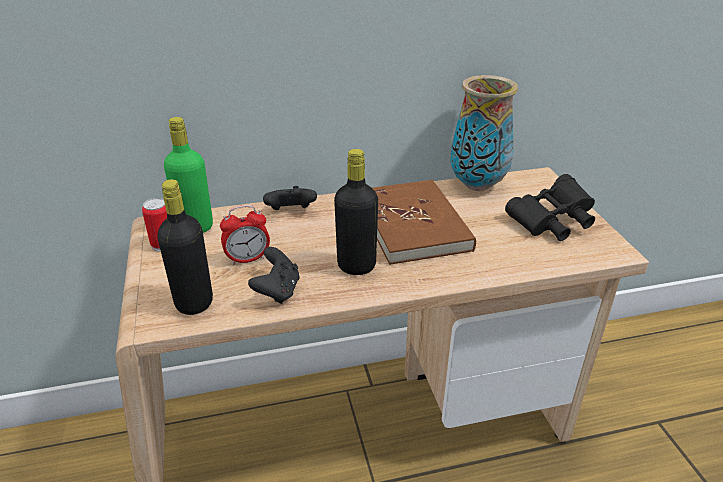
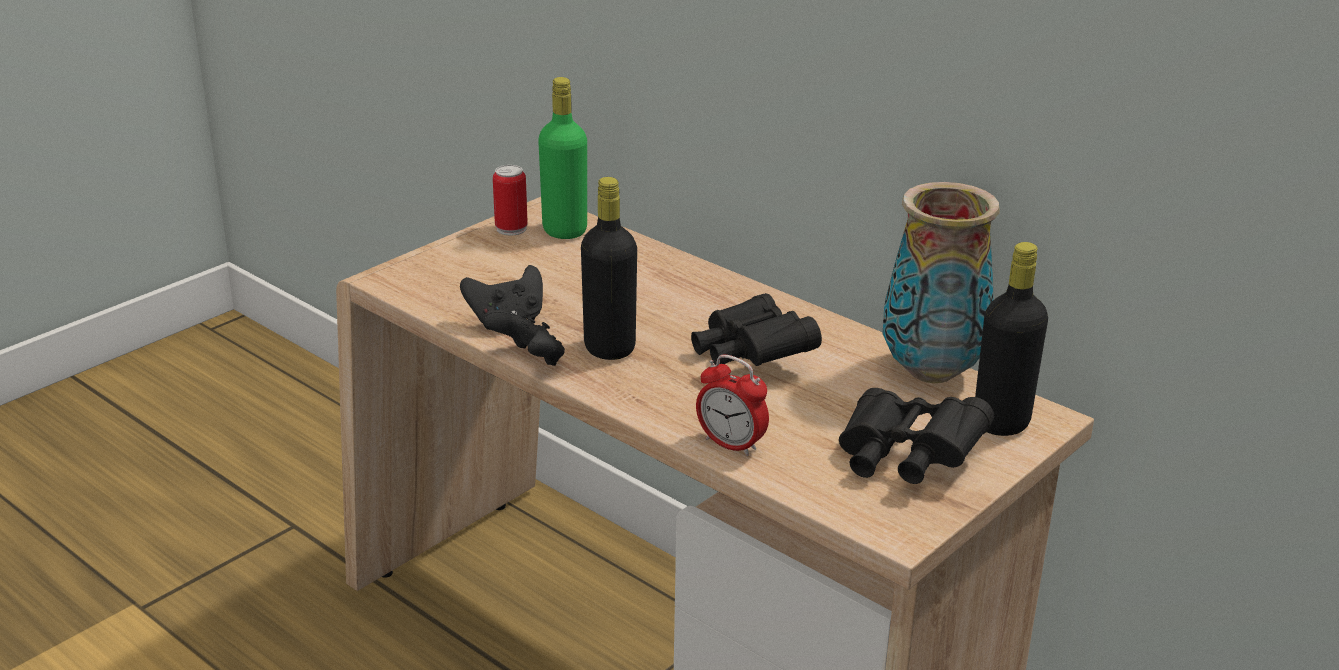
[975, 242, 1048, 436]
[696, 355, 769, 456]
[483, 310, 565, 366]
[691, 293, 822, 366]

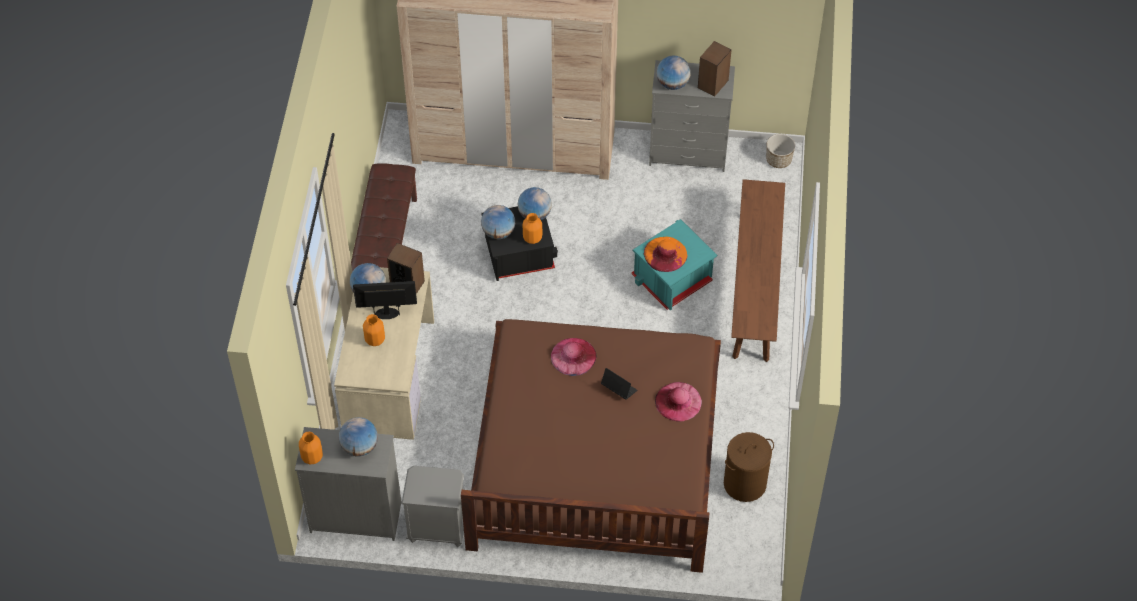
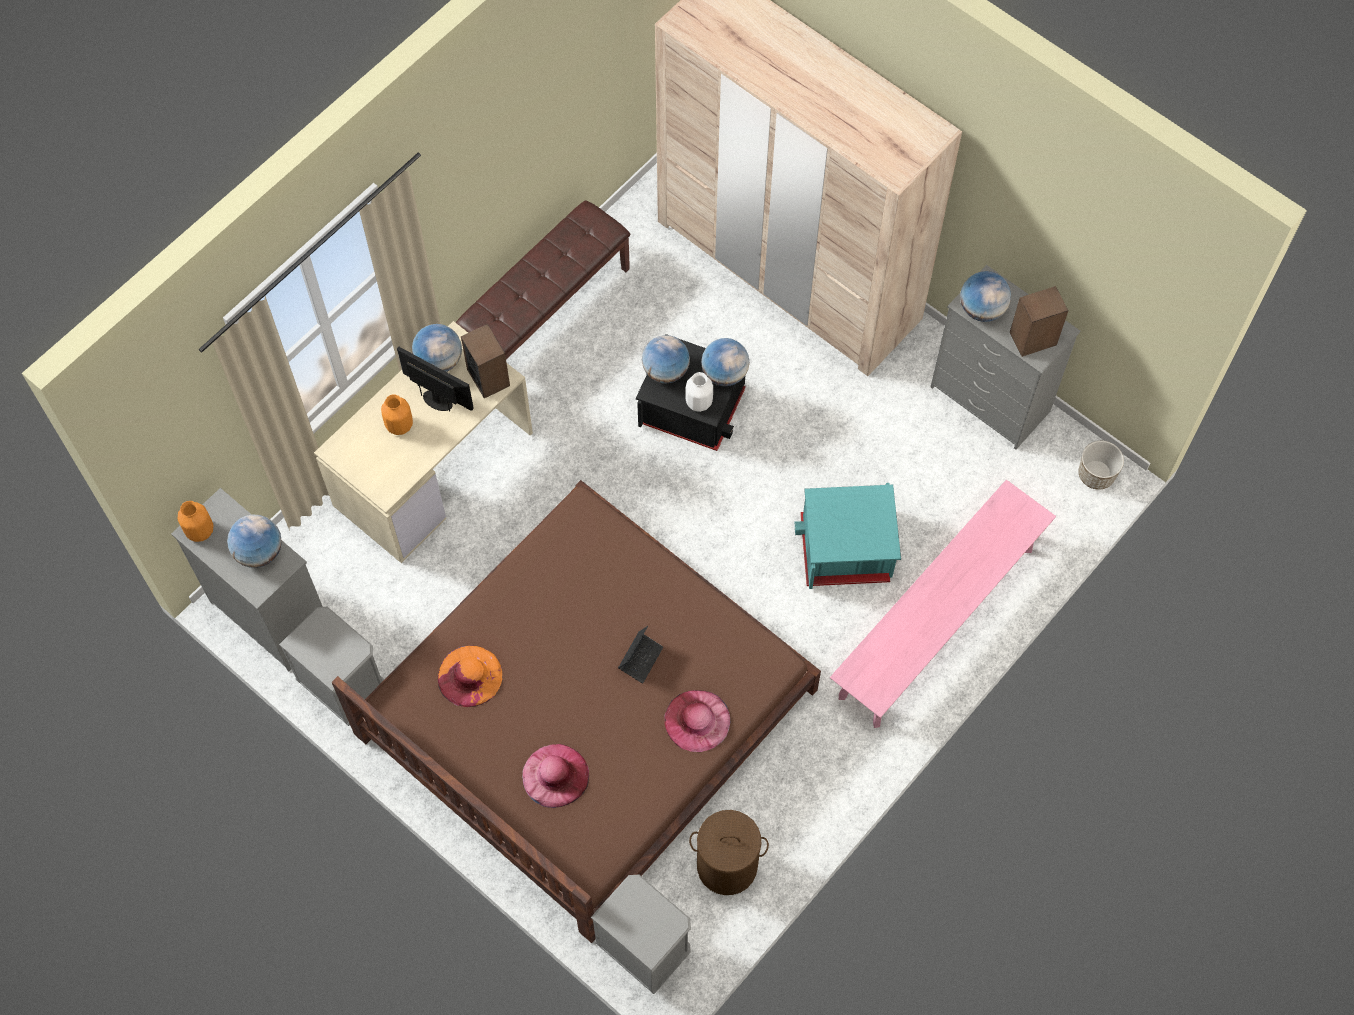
[591, 874, 691, 994]
[522, 744, 589, 808]
[438, 646, 502, 707]
[685, 372, 713, 412]
[830, 480, 1056, 728]
[618, 626, 663, 683]

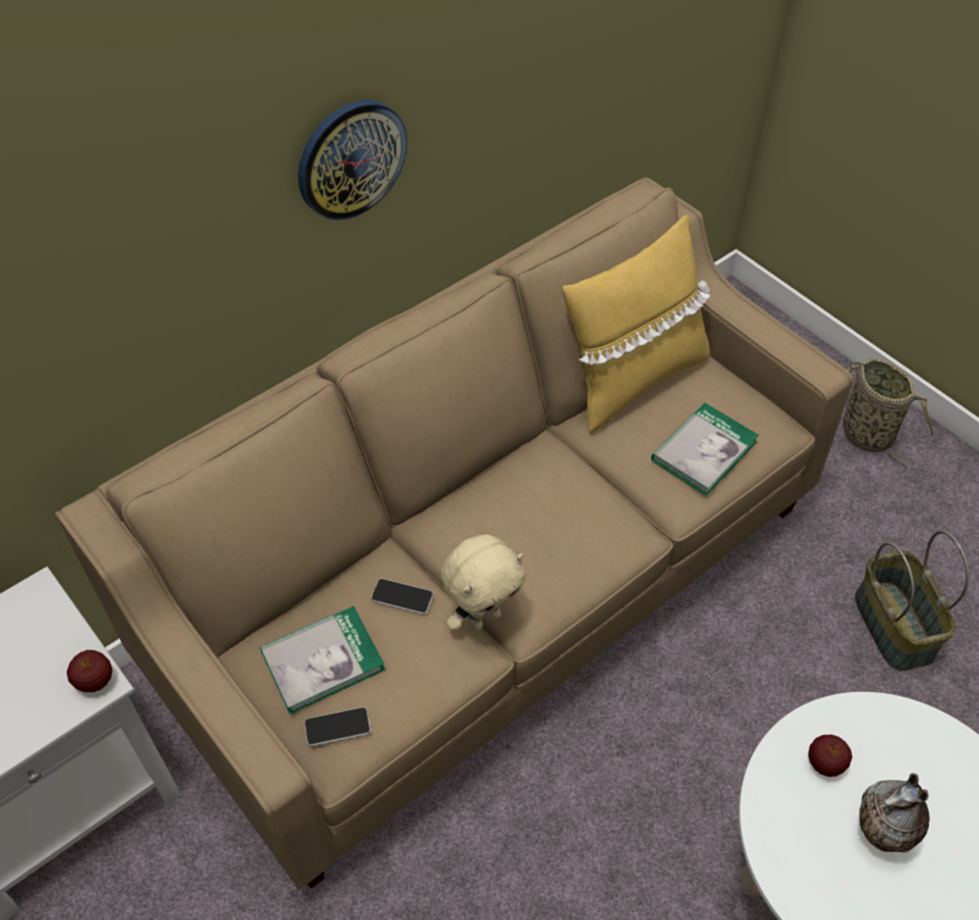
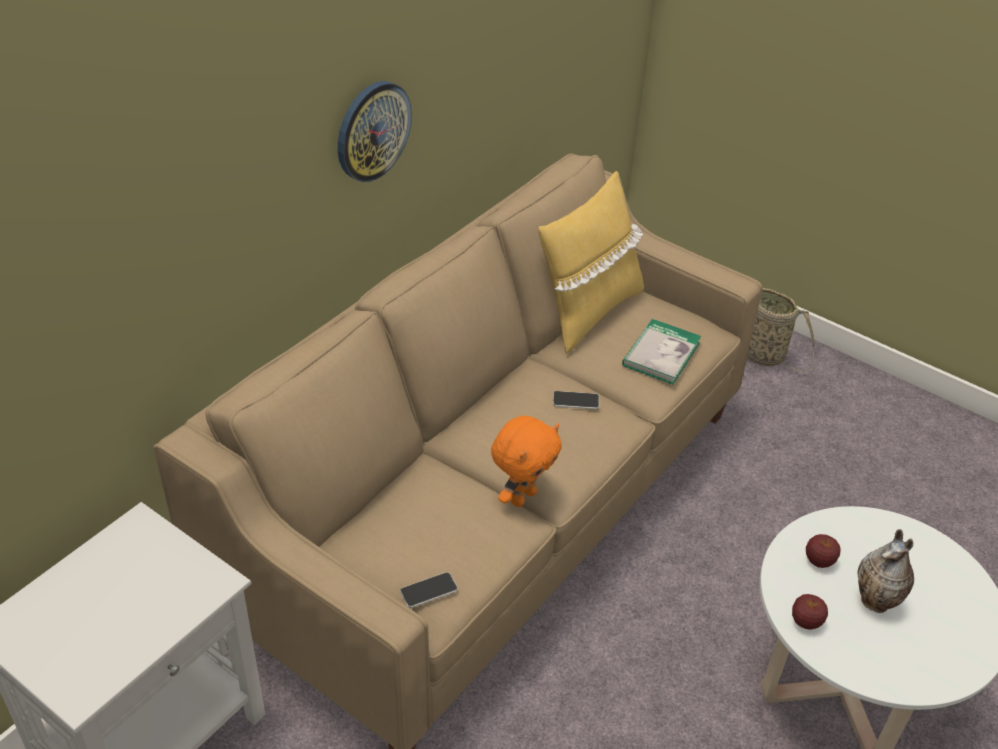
[260, 606, 385, 714] (first image)
[855, 530, 969, 671] (first image)
[792, 594, 828, 630]
[553, 391, 599, 409]
[491, 416, 562, 507]

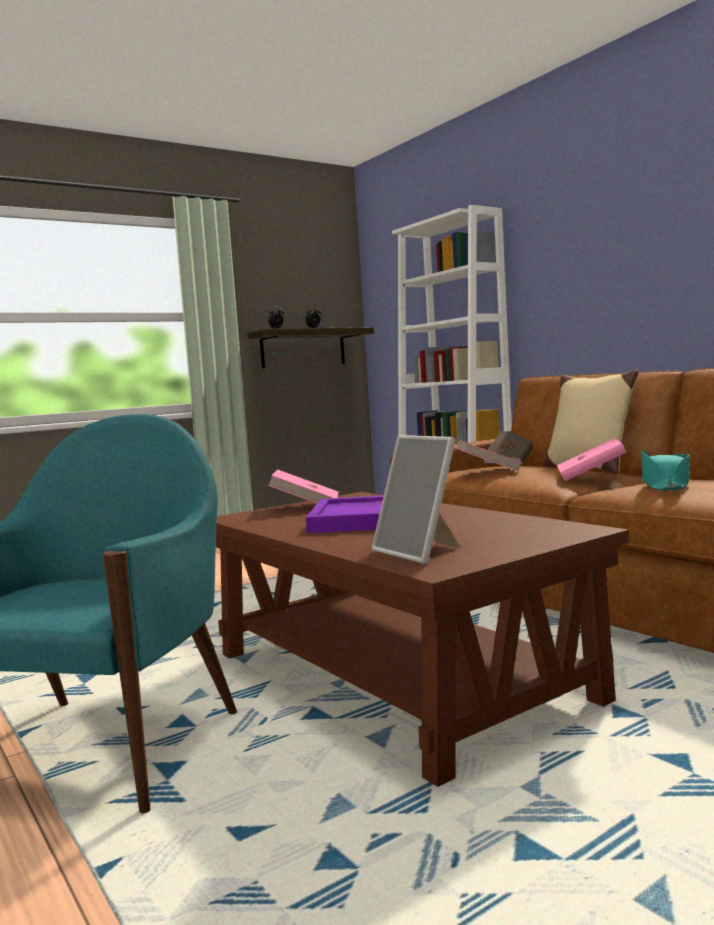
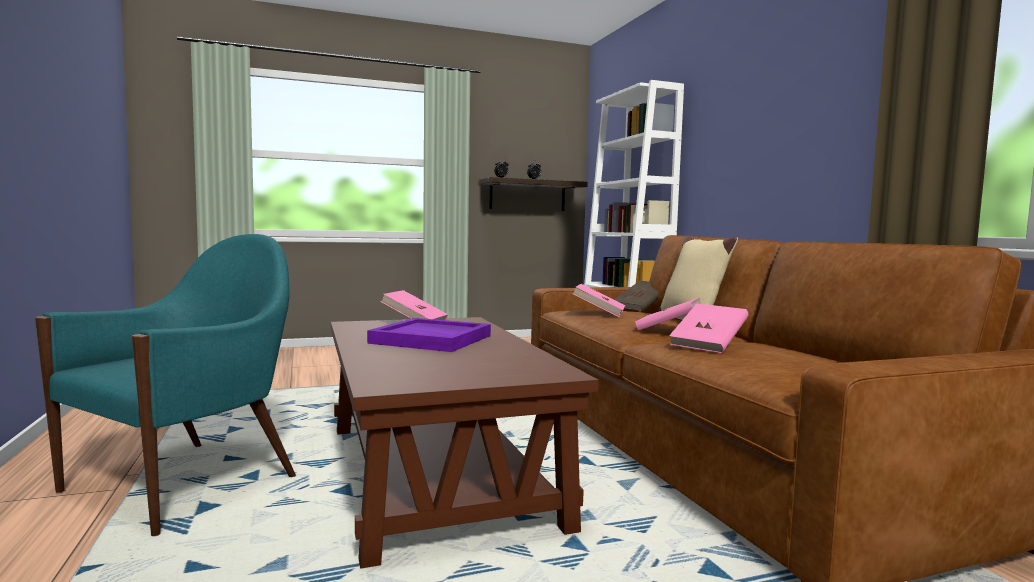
[372, 435, 461, 564] (first image)
[669, 303, 748, 353]

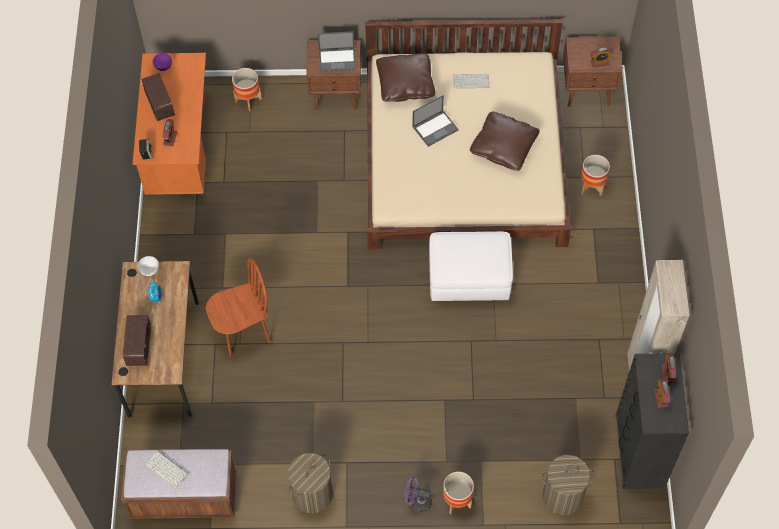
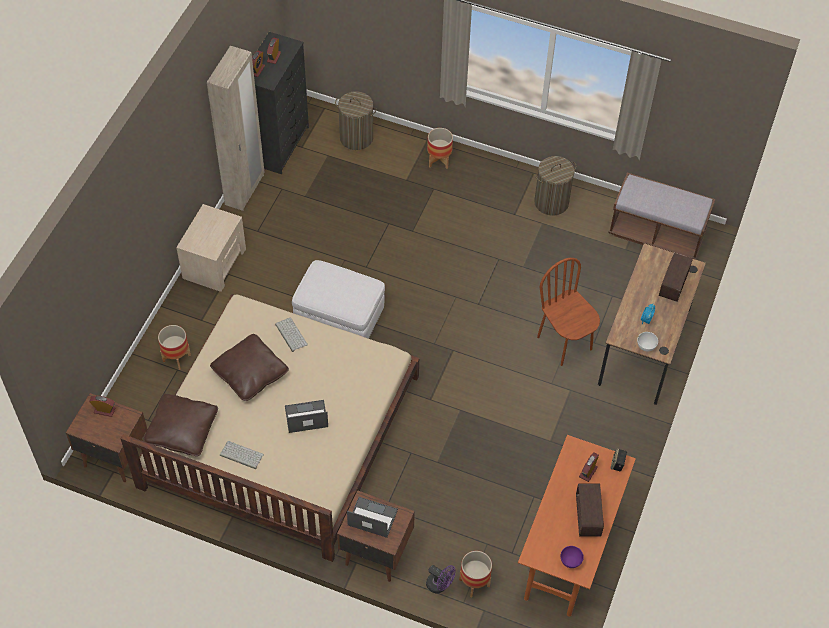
[176, 204, 246, 292]
[275, 318, 308, 352]
[144, 394, 218, 456]
[426, 565, 456, 594]
[537, 258, 600, 366]

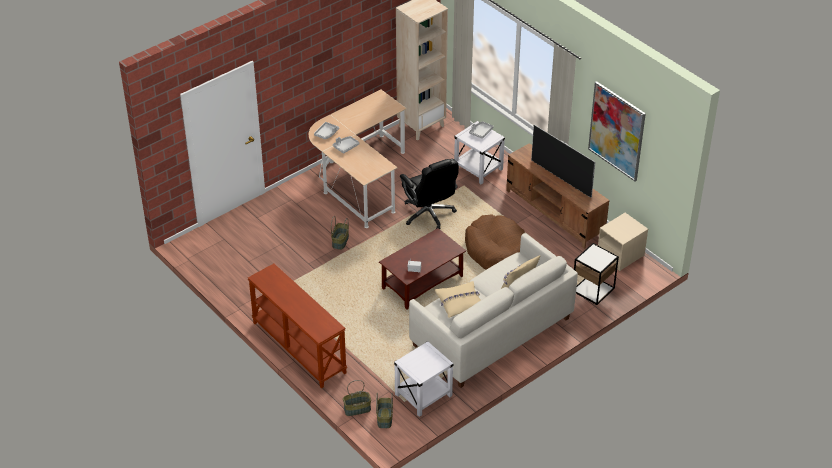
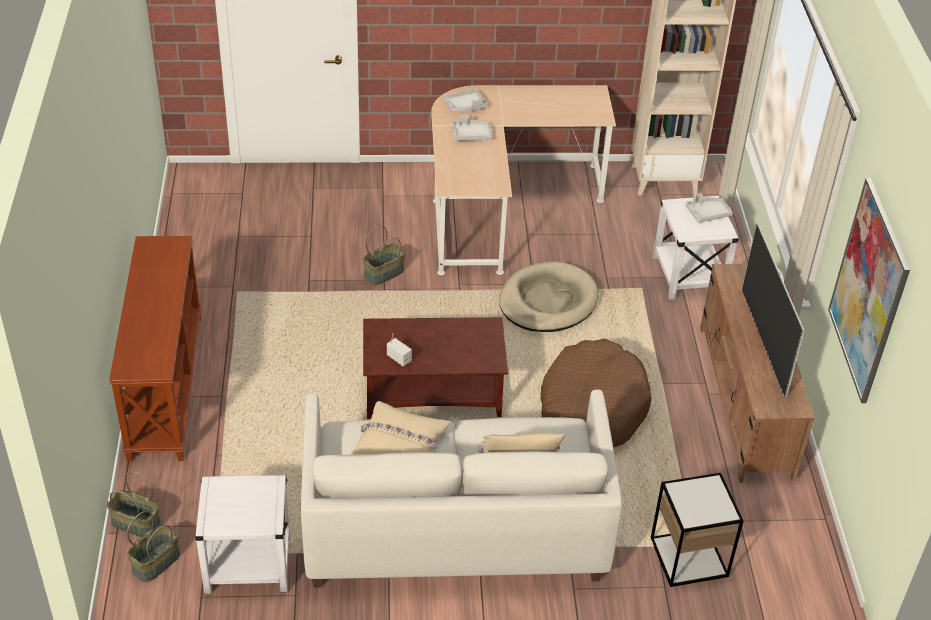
[598, 213, 648, 271] (first image)
[499, 262, 598, 332]

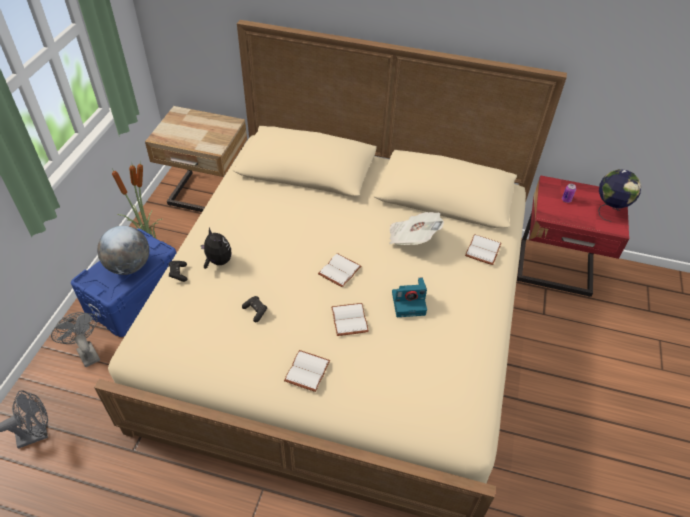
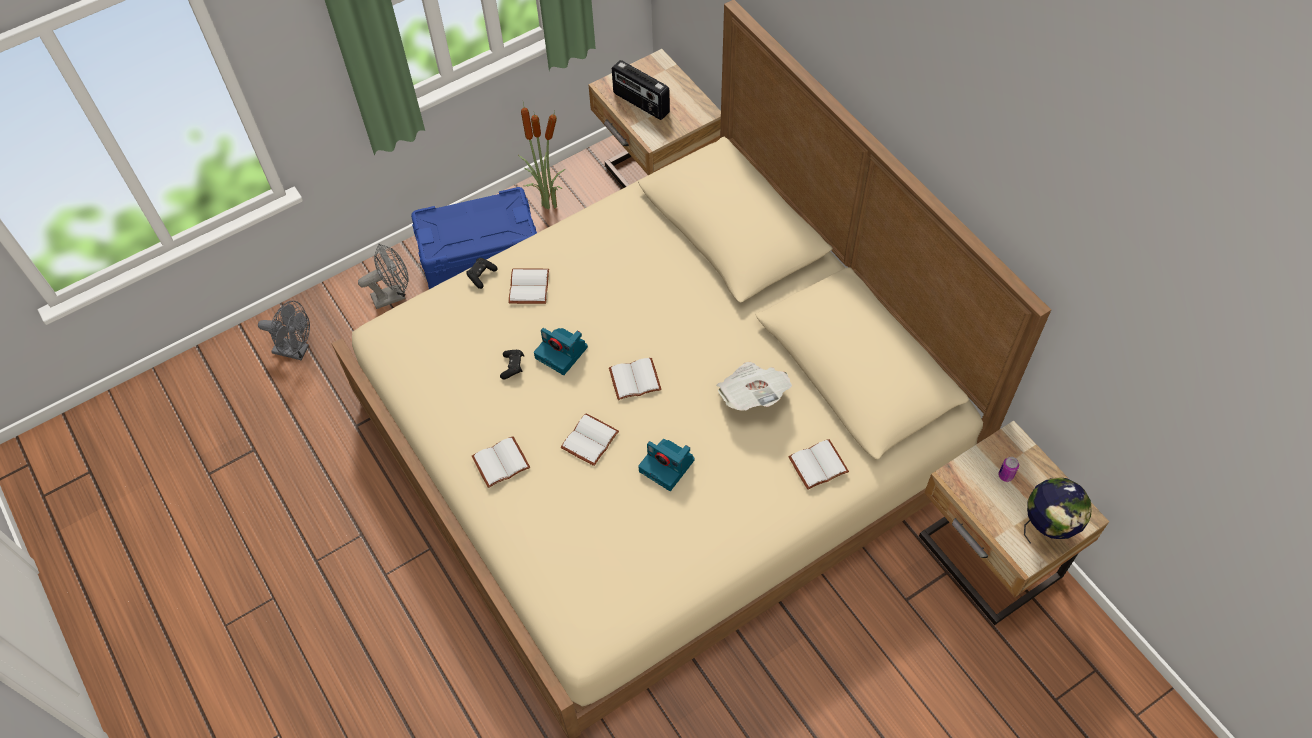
[97, 226, 149, 275] (first image)
[534, 328, 588, 375]
[612, 60, 670, 120]
[508, 268, 549, 304]
[919, 421, 1109, 625]
[358, 244, 409, 309]

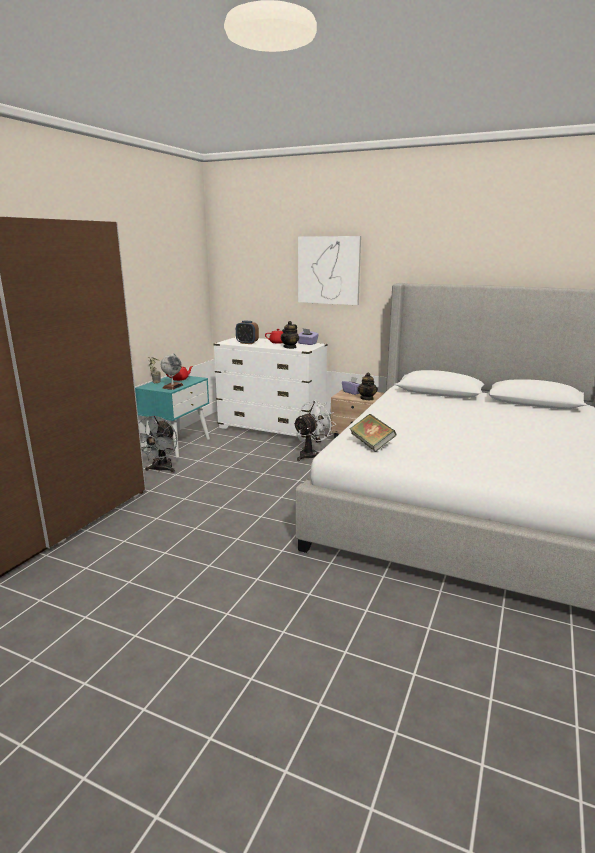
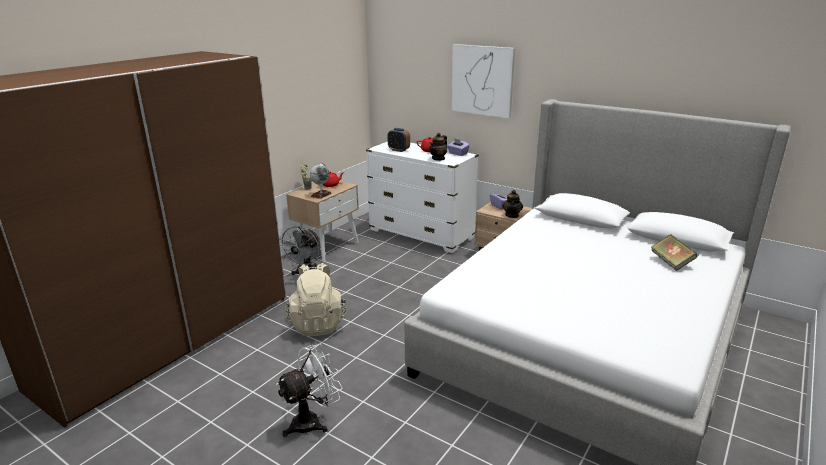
[286, 263, 346, 336]
[276, 344, 343, 437]
[651, 234, 697, 271]
[286, 181, 359, 262]

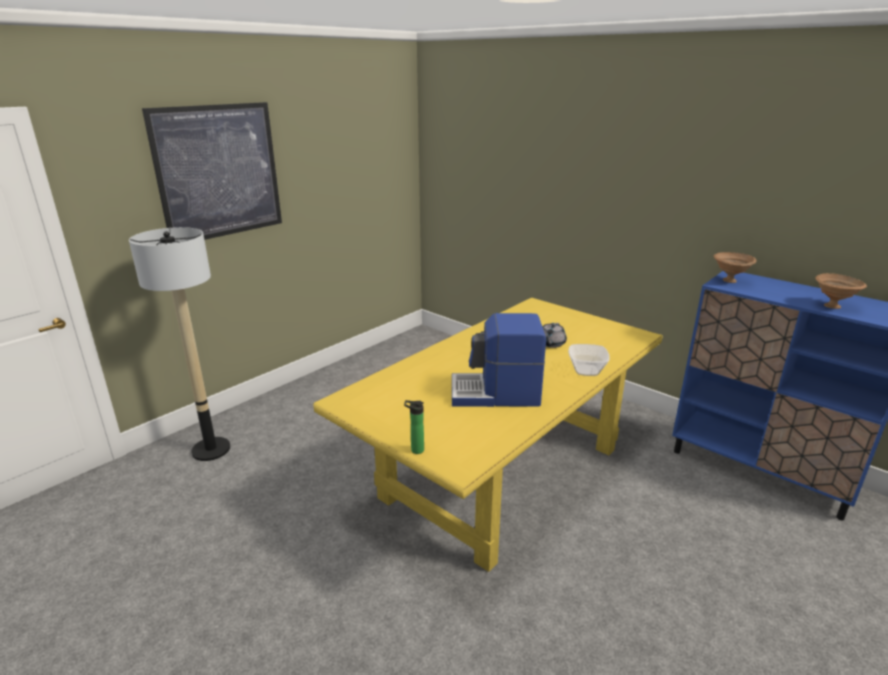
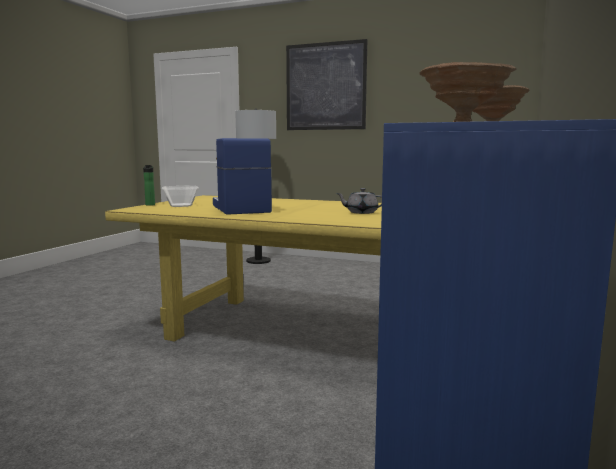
[162, 186, 199, 207]

